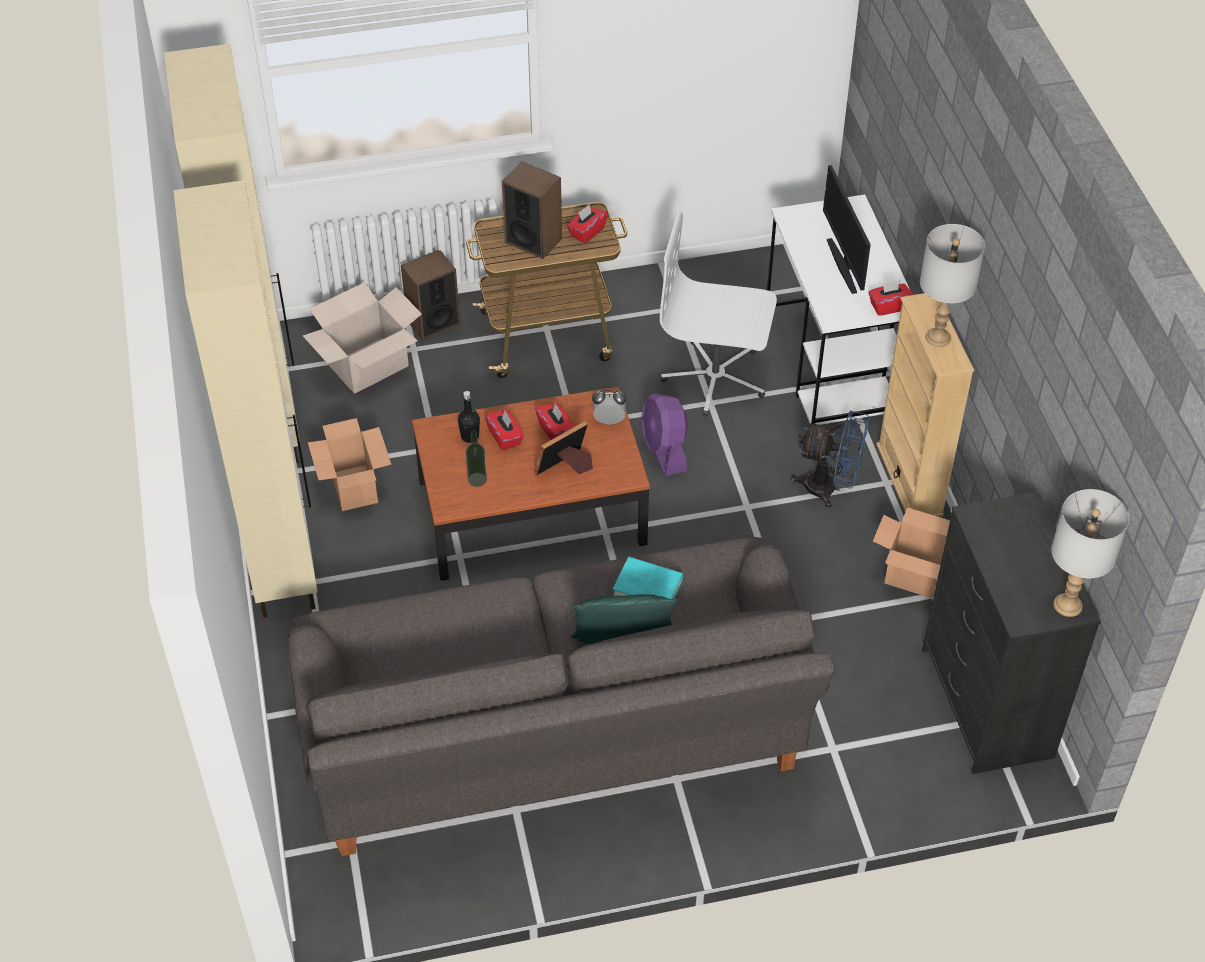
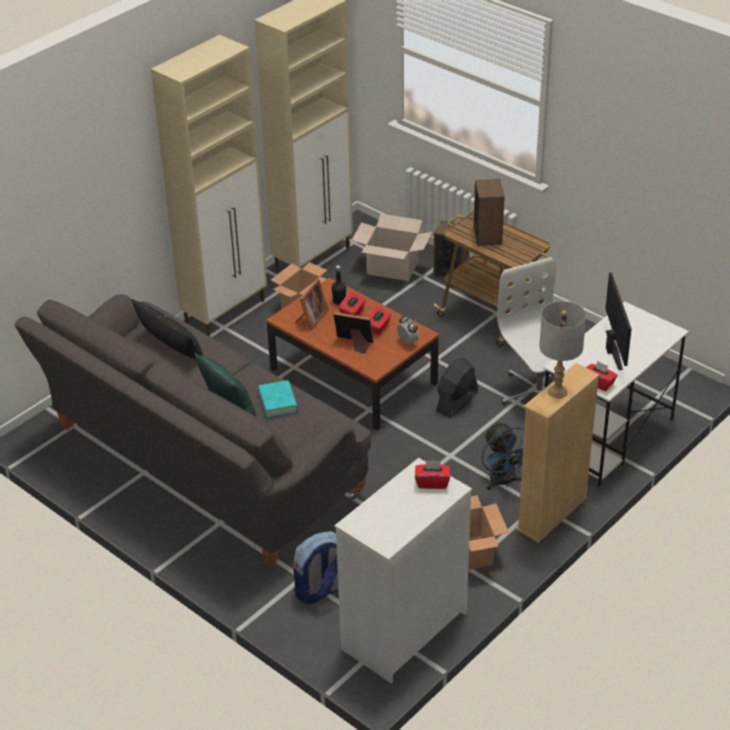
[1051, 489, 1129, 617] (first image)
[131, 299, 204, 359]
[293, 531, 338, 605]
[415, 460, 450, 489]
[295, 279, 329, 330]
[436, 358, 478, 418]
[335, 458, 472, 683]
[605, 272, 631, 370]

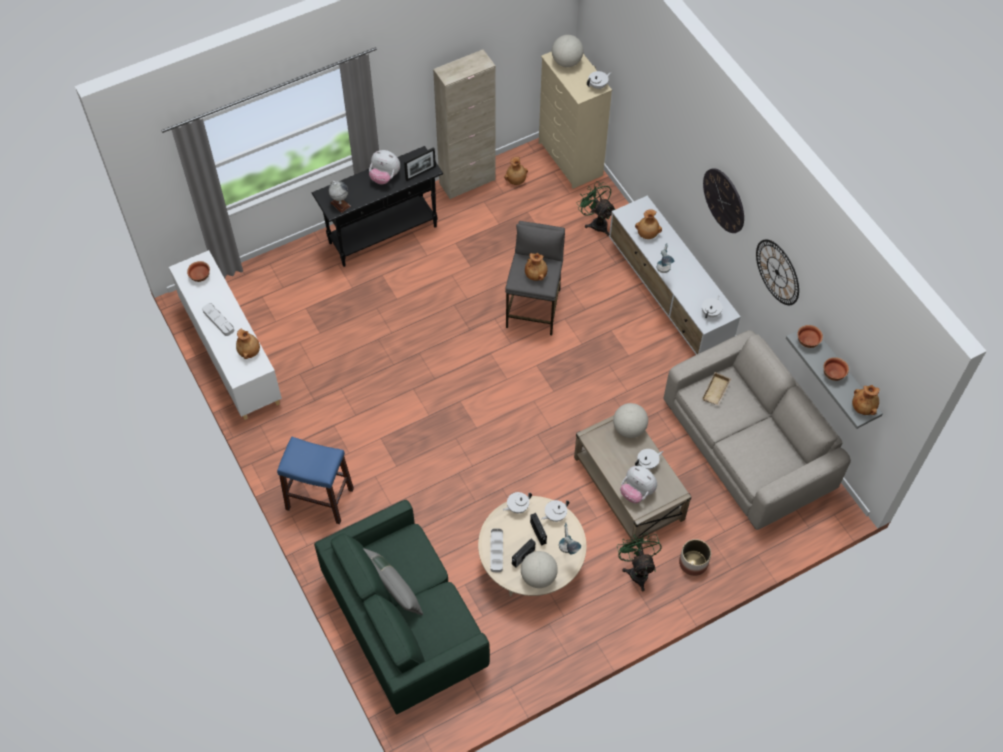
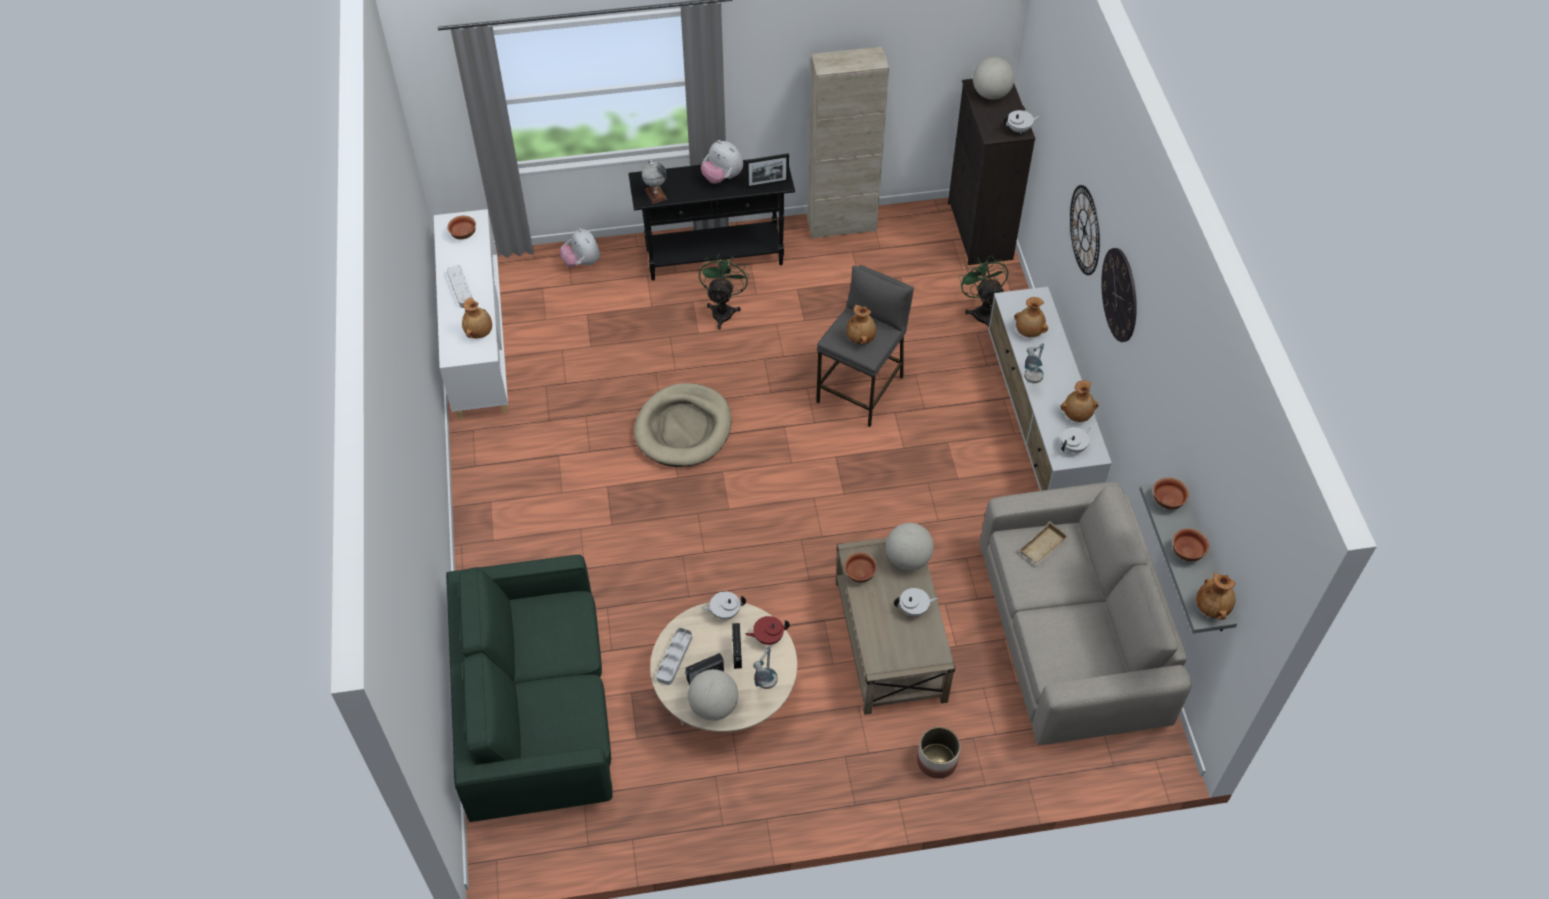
[277, 437, 354, 524] (first image)
[363, 548, 423, 615] (first image)
[634, 383, 731, 467]
[844, 552, 877, 583]
[1061, 380, 1098, 422]
[699, 254, 749, 330]
[560, 228, 600, 268]
[1070, 185, 1100, 275]
[948, 79, 1036, 265]
[745, 616, 790, 645]

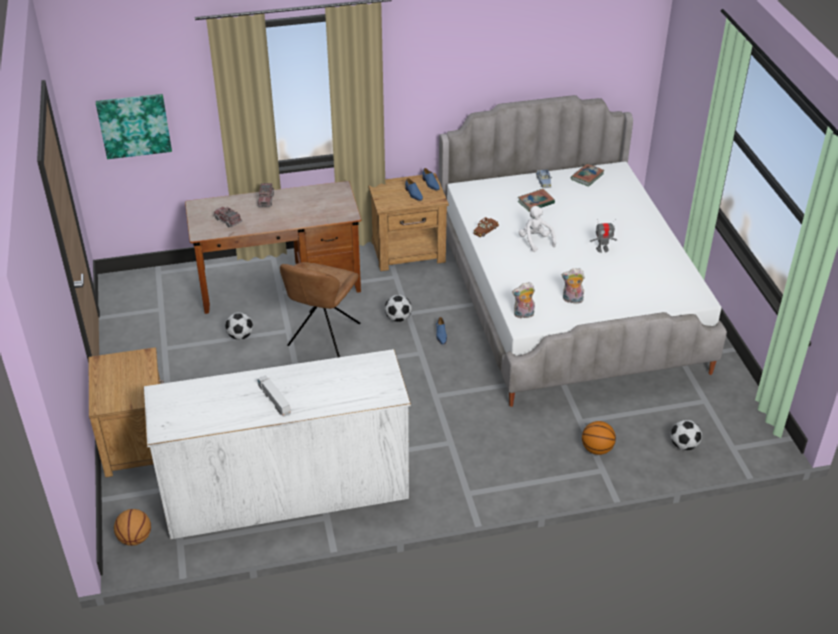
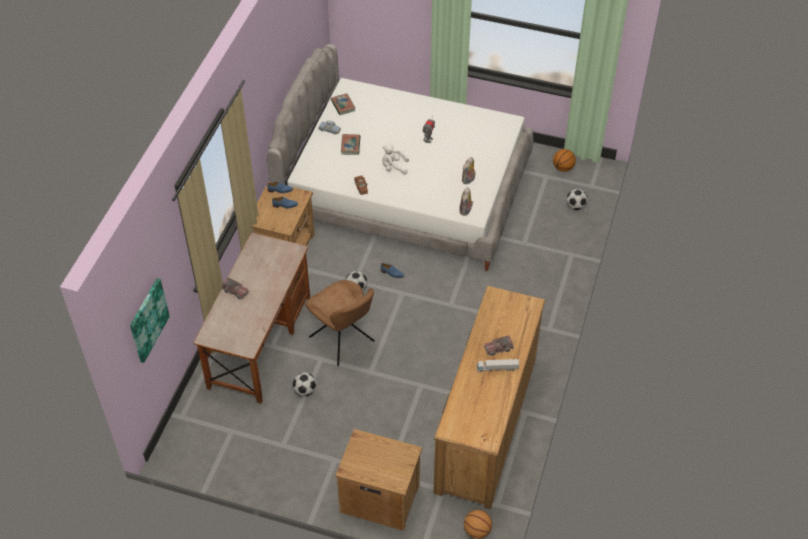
[484, 336, 514, 356]
[553, 149, 576, 172]
[433, 286, 545, 510]

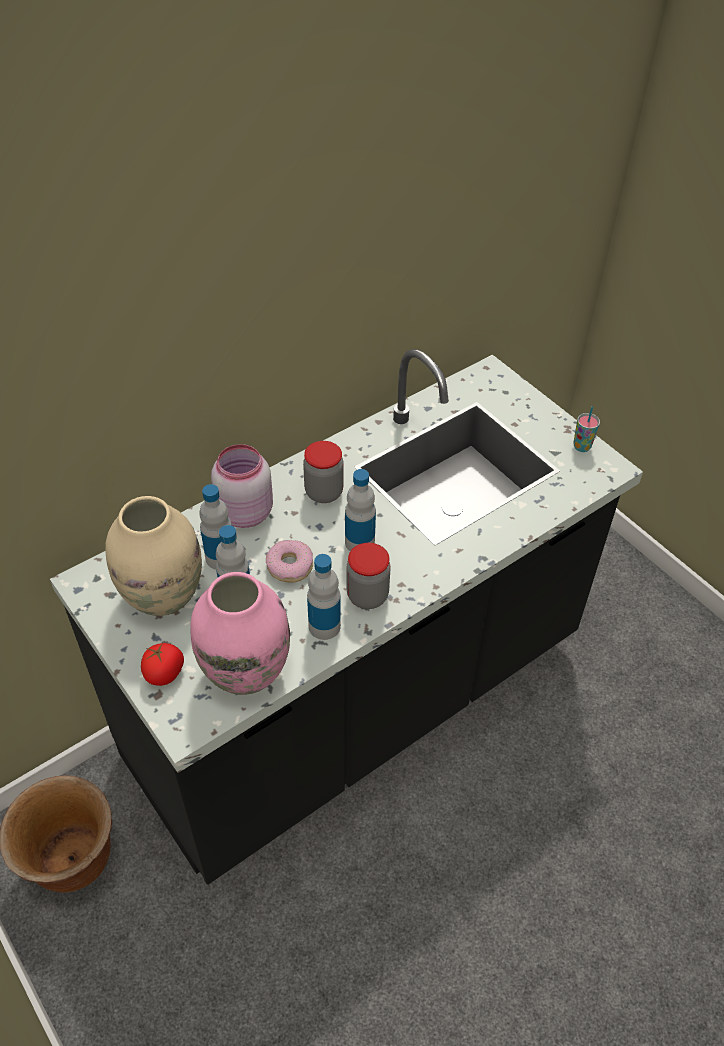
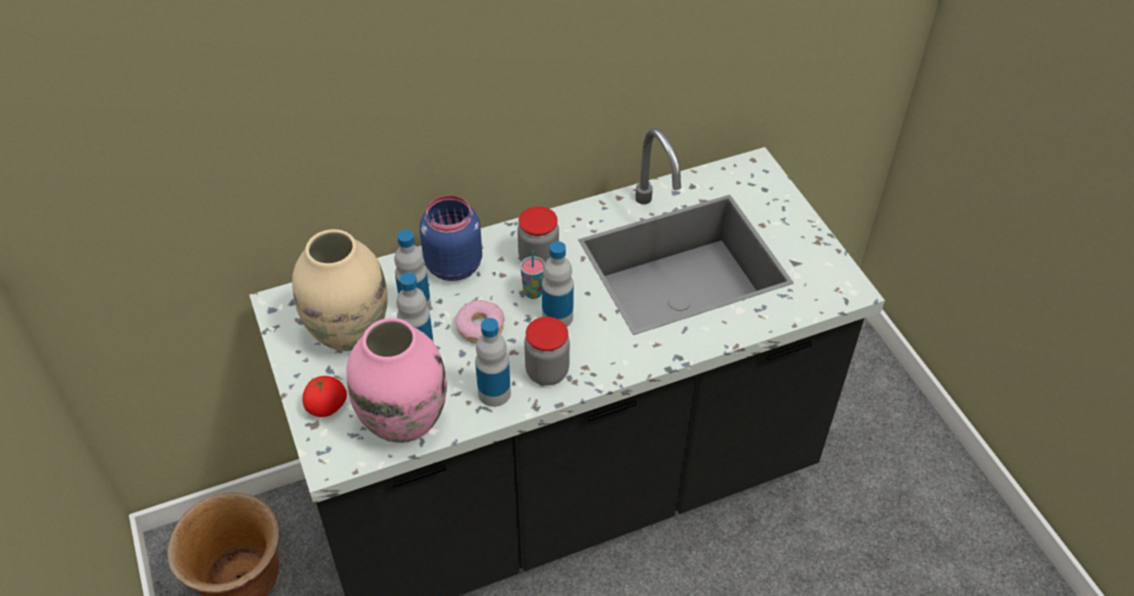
[520, 251, 545, 299]
[420, 195, 482, 281]

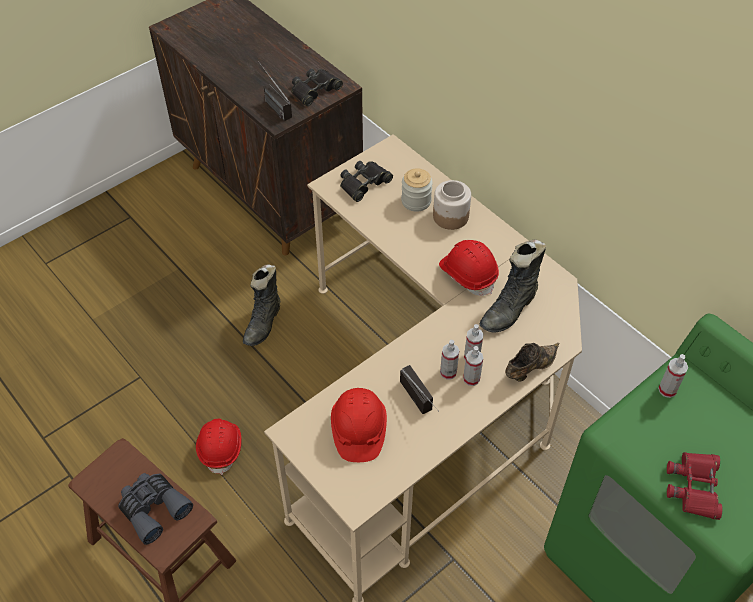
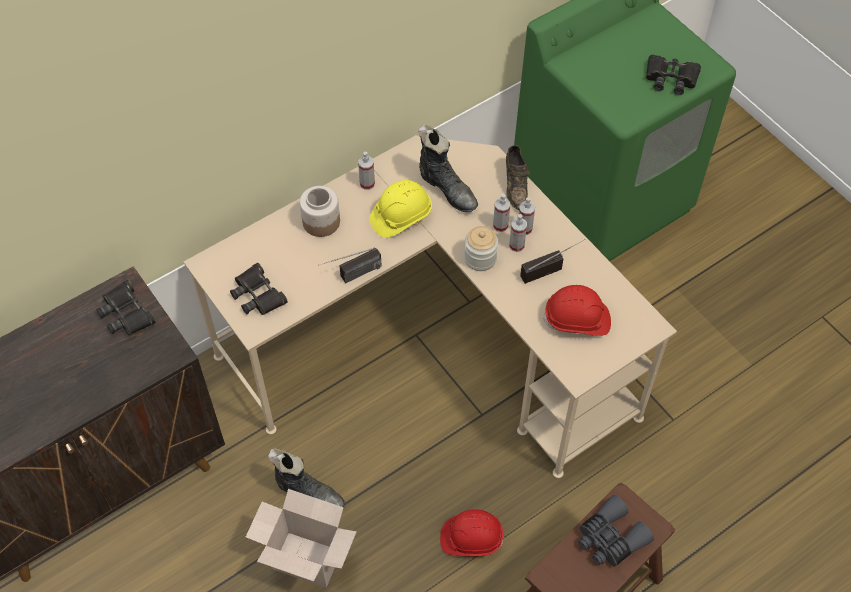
[246, 489, 357, 588]
[318, 247, 382, 283]
[464, 226, 498, 271]
[358, 151, 375, 190]
[370, 180, 432, 238]
[646, 54, 701, 95]
[506, 145, 530, 210]

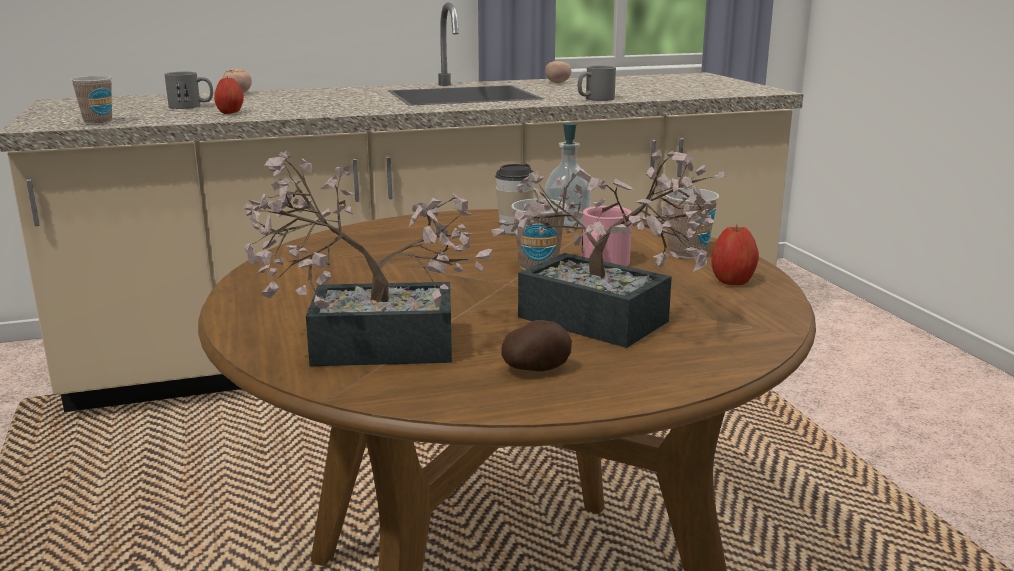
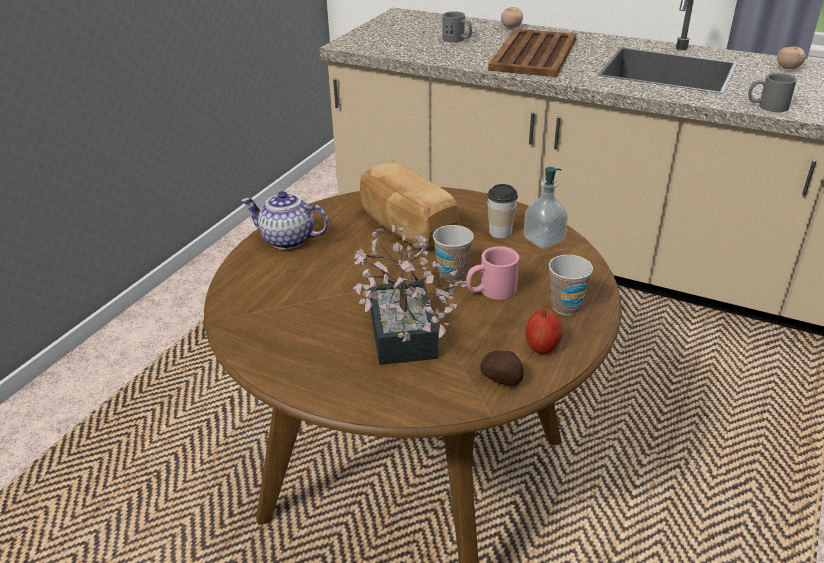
[71, 76, 112, 125] (first image)
[214, 76, 244, 114] (first image)
[244, 150, 492, 366] (first image)
[241, 191, 329, 250]
[360, 160, 459, 248]
[488, 29, 577, 77]
[480, 351, 524, 385]

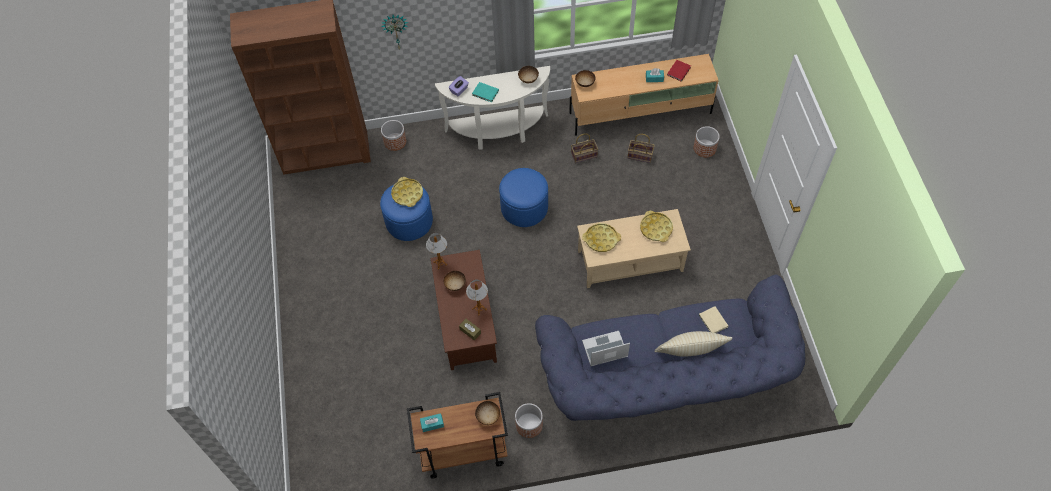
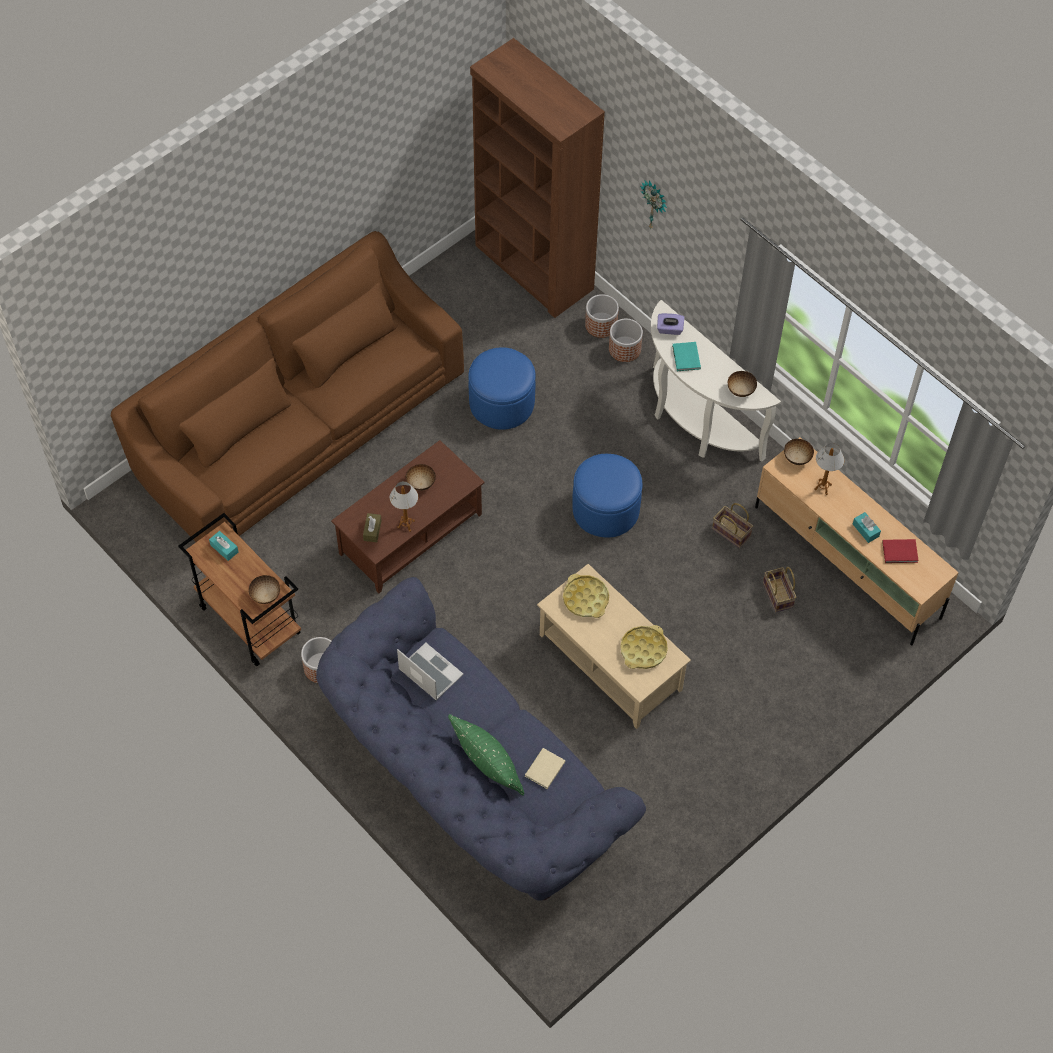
[391, 177, 423, 207] (first image)
[111, 231, 464, 542]
[814, 443, 844, 495]
[609, 319, 643, 362]
[448, 714, 525, 796]

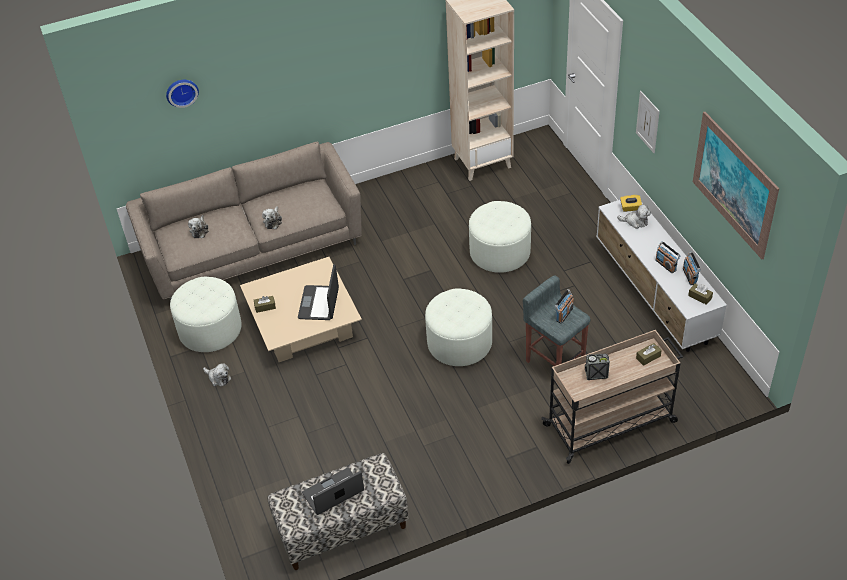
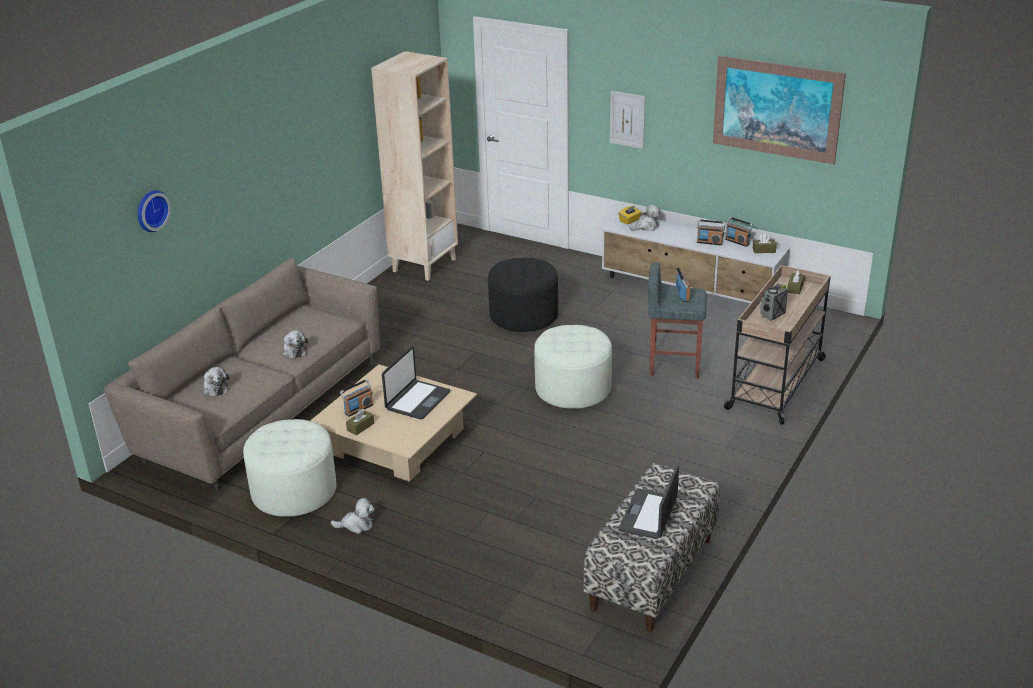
[340, 379, 373, 417]
[488, 258, 558, 332]
[382, 347, 450, 419]

